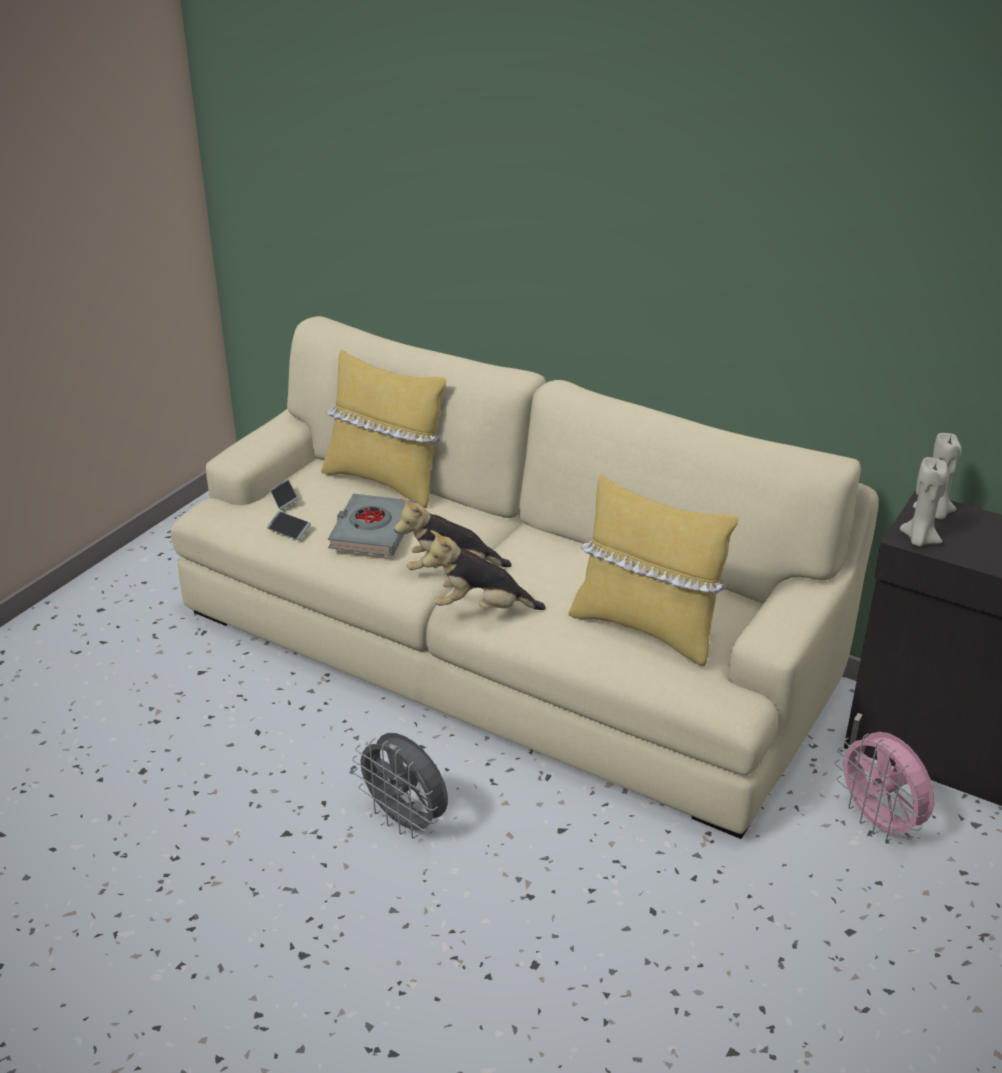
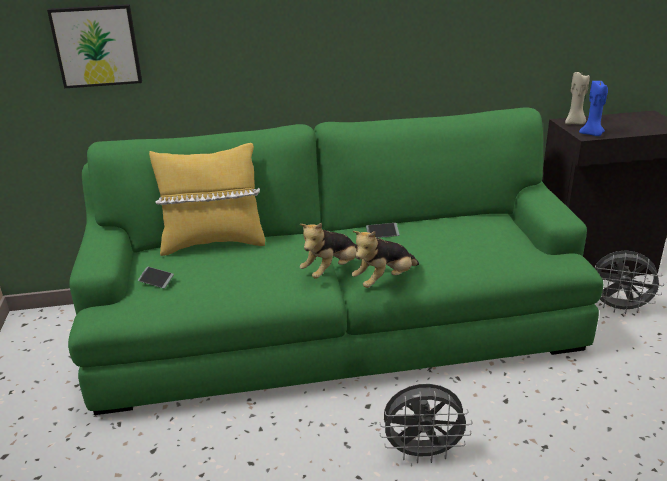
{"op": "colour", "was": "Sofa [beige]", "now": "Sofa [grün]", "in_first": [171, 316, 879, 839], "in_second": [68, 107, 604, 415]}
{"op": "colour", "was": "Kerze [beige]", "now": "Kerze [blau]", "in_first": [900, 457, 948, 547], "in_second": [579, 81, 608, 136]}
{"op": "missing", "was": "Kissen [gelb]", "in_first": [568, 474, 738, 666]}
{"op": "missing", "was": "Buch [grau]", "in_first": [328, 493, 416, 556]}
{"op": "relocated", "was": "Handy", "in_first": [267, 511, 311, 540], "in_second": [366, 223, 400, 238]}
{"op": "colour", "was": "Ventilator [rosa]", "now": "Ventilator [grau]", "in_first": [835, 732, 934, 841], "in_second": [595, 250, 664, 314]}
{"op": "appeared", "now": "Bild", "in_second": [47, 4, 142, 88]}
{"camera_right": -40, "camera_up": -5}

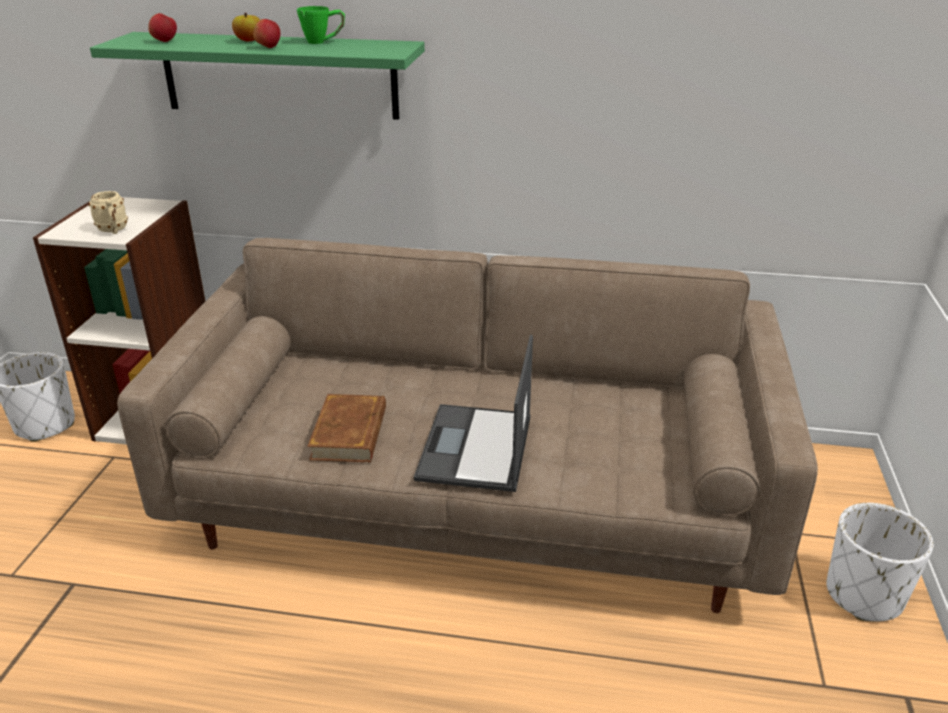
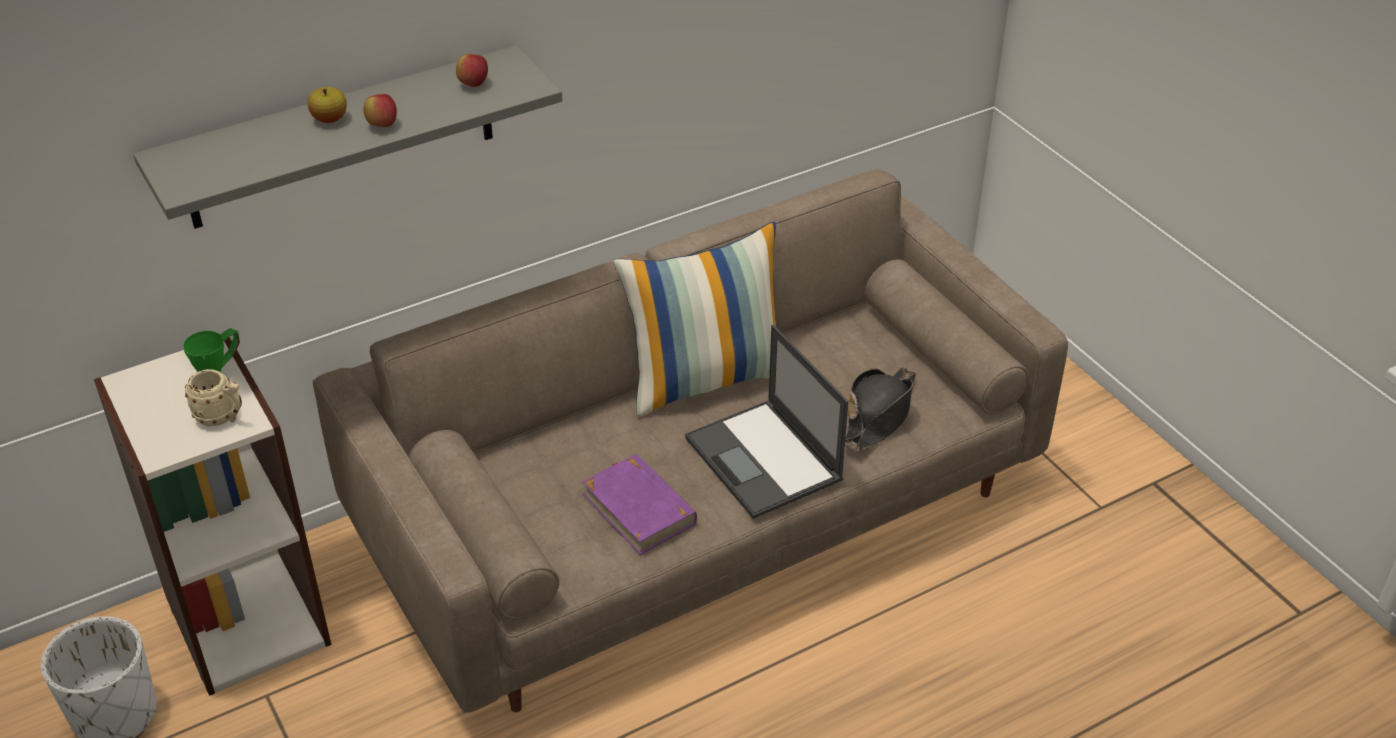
{"op": "relocated", "was": "Henkelbecher [grün]", "in_first": [297, 6, 345, 44], "in_second": [183, 328, 240, 372]}
{"op": "relocated", "was": "Apfel", "in_first": [148, 13, 177, 42], "in_second": [456, 54, 488, 87]}
{"op": "colour", "was": "Wandregal [grün]", "now": "Wandregal [grau]", "in_first": [90, 32, 425, 120], "in_second": [133, 46, 563, 229]}
{"op": "colour", "was": "Buch [braun]", "now": "Buch [lila]", "in_first": [307, 394, 386, 462], "in_second": [582, 454, 697, 555]}
{"op": "missing", "was": "Pflanzkübel [weiß]", "in_first": [826, 503, 933, 622]}
{"op": "appeared", "now": "Kissen", "in_second": [613, 222, 776, 416]}
{"op": "appeared", "now": "Hut [schwarz]", "in_second": [845, 367, 916, 451]}
{"camera_right": -40, "camera_up": 10}

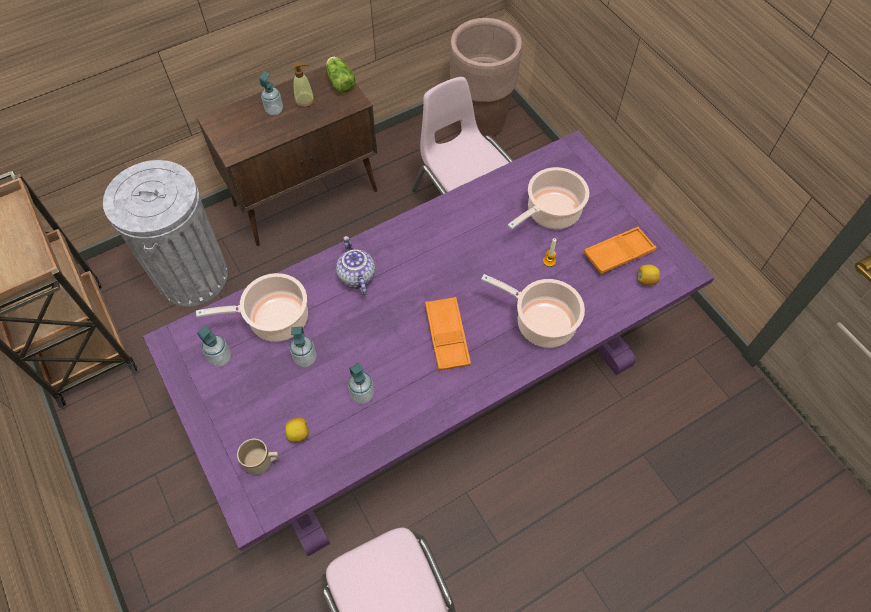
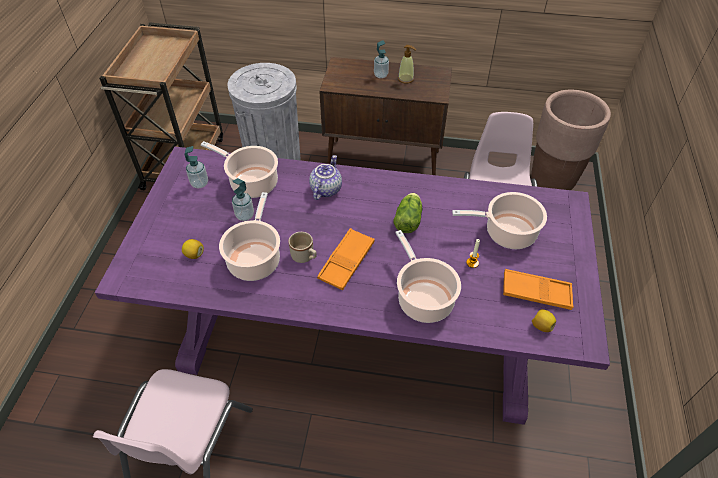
{"op": "relocated", "was": "Salatkopf", "in_first": [326, 57, 355, 93], "in_second": [393, 193, 422, 233]}
{"op": "exchanged", "was": "Seifenspender", "now": "Kochtopf", "in_first": [348, 363, 374, 404], "in_second": [219, 192, 280, 281]}
{"op": "relocated", "was": "Henkelbecher [beige]", "in_first": [237, 438, 279, 475], "in_second": [288, 232, 317, 263]}
{"camera_right": 40, "camera_up": -10}

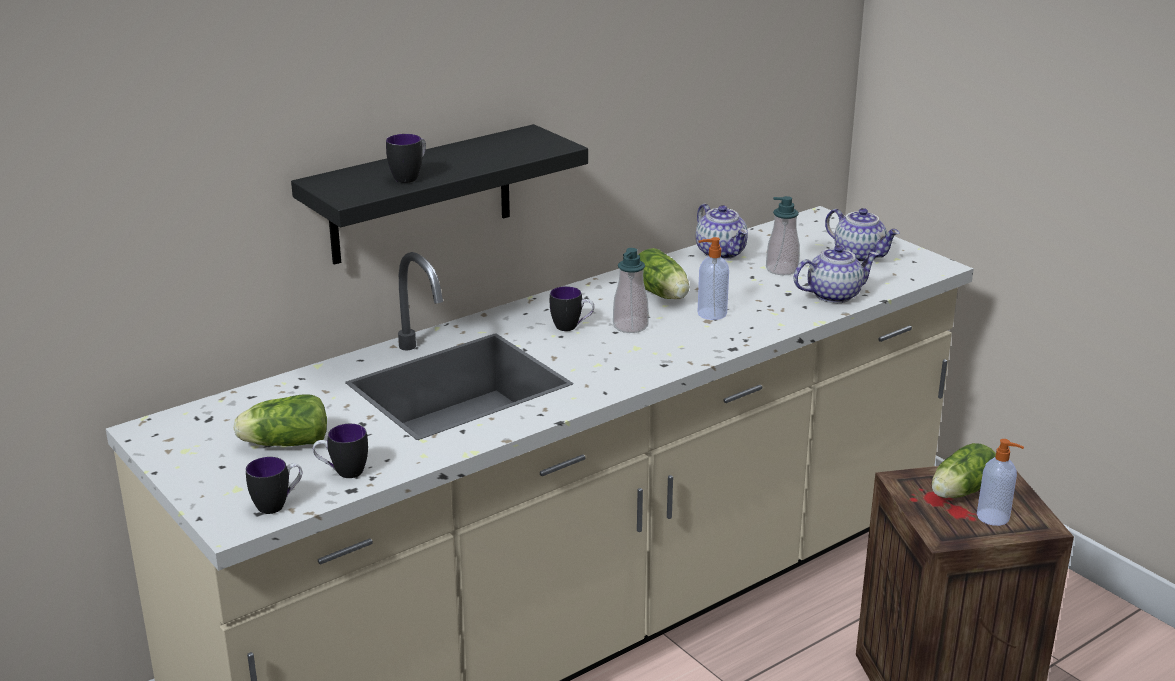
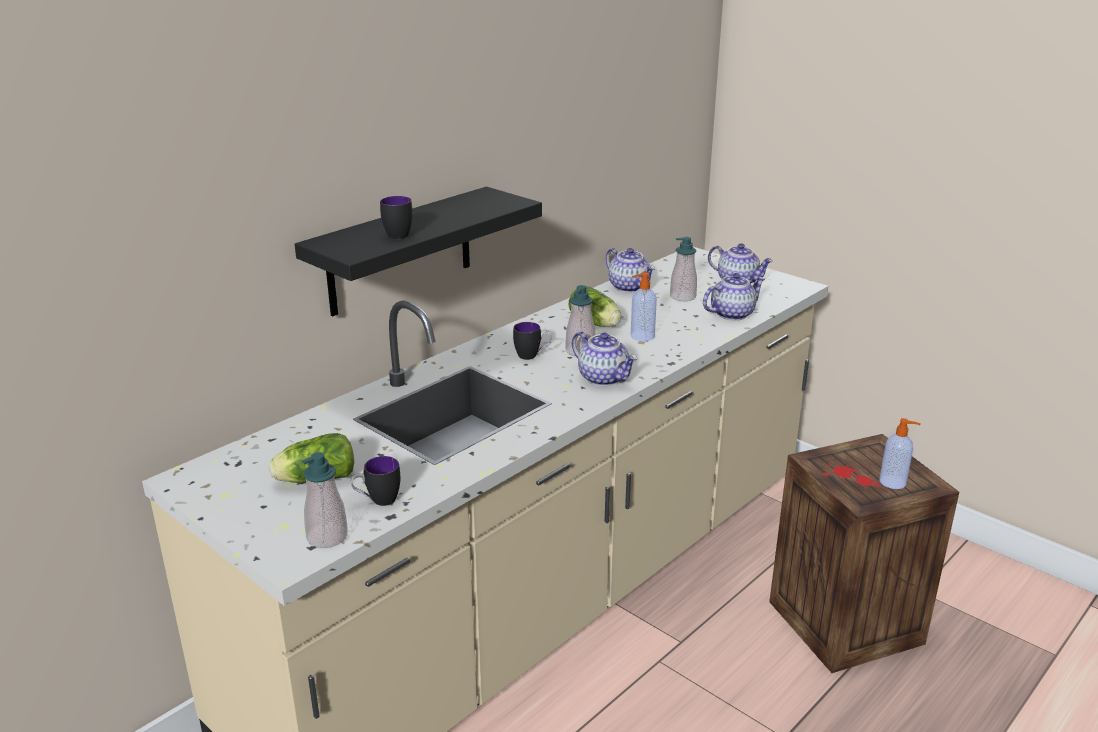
{"op": "missing", "was": "Salatkopf", "in_first": [932, 443, 996, 498]}
{"op": "exchanged", "was": "Henkelbecher", "now": "Seifenspender", "in_first": [246, 457, 302, 514], "in_second": [302, 452, 348, 548]}
{"op": "appeared", "now": "Teekanne", "in_second": [572, 331, 638, 386]}
{"camera_right": -10, "camera_up": 0}

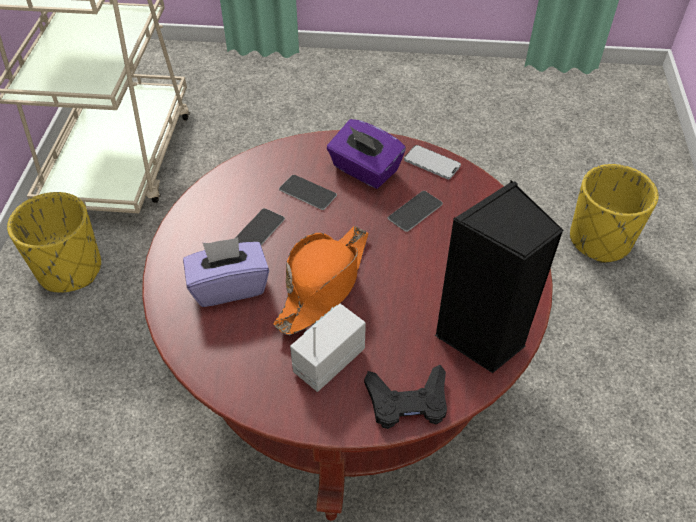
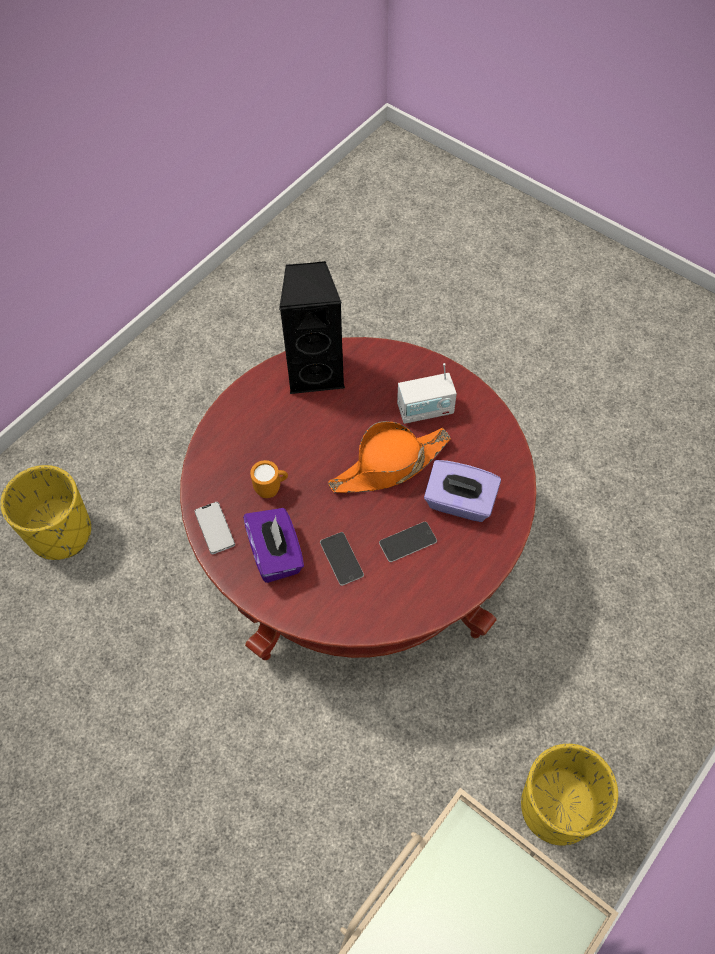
{"op": "exchanged", "was": "Handy", "now": "Henkelbecher [orange]", "in_first": [388, 191, 443, 232], "in_second": [250, 460, 288, 498]}
{"op": "missing", "was": "Gamepad [schwarz]", "in_first": [364, 365, 447, 429]}
{"camera_right": -145, "camera_up": 10}

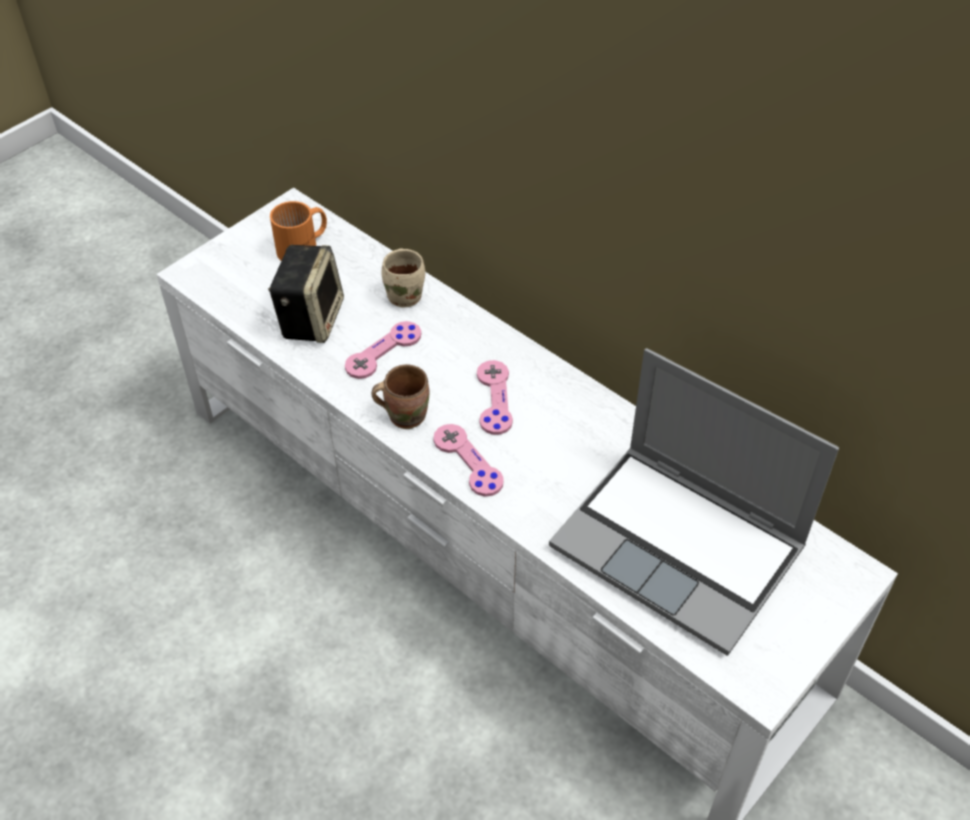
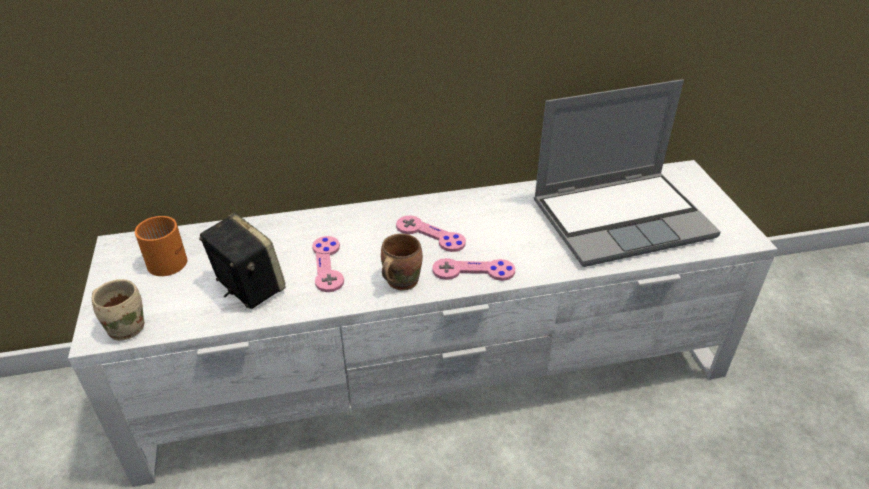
{"op": "relocated", "was": "Henkelbecher [beige]", "in_first": [382, 249, 425, 307], "in_second": [92, 279, 144, 340]}
{"camera_right": -55, "camera_up": -10}

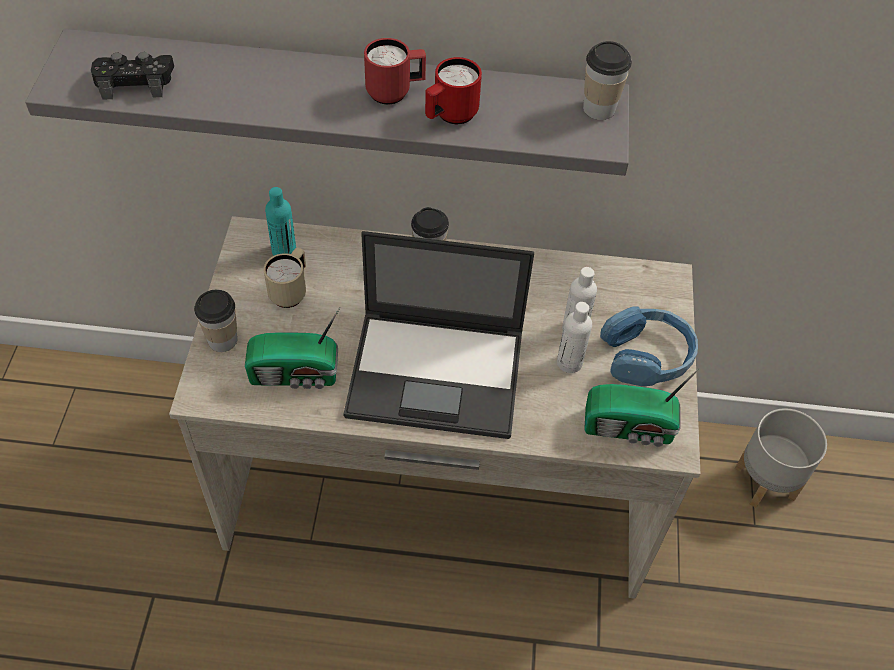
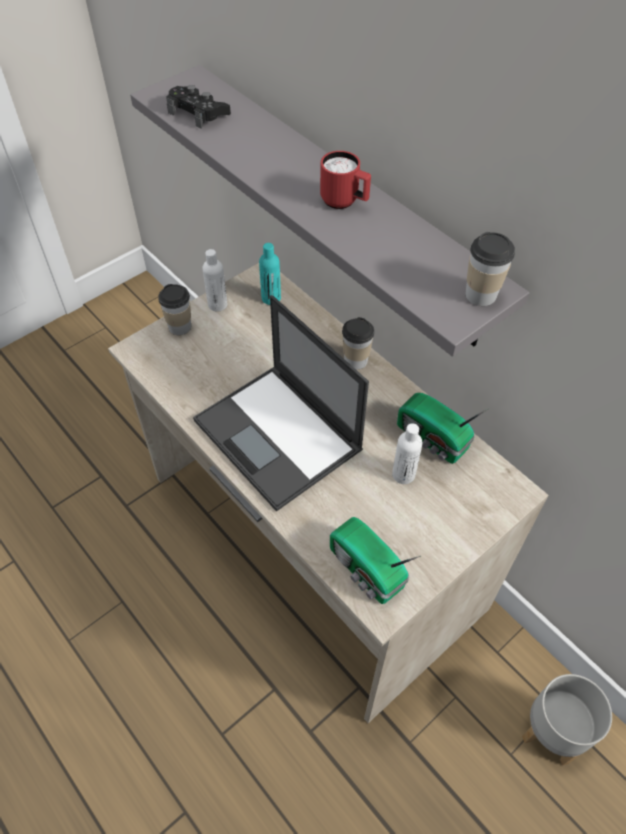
{"op": "missing", "was": "Henkelbecher [rot]", "in_first": [425, 57, 482, 124]}
{"op": "missing", "was": "Henkelbecher [beige]", "in_first": [264, 247, 306, 308]}
{"op": "relocated", "was": "Flasche [weiß]", "in_first": [557, 302, 592, 373], "in_second": [202, 249, 228, 312]}
{"op": "relocated", "was": "Radio", "in_first": [245, 307, 340, 389], "in_second": [397, 393, 489, 464]}
{"op": "missing", "was": "Kopfhörer [blau]", "in_first": [600, 307, 698, 386]}
{"camera_right": 45, "camera_up": 0}

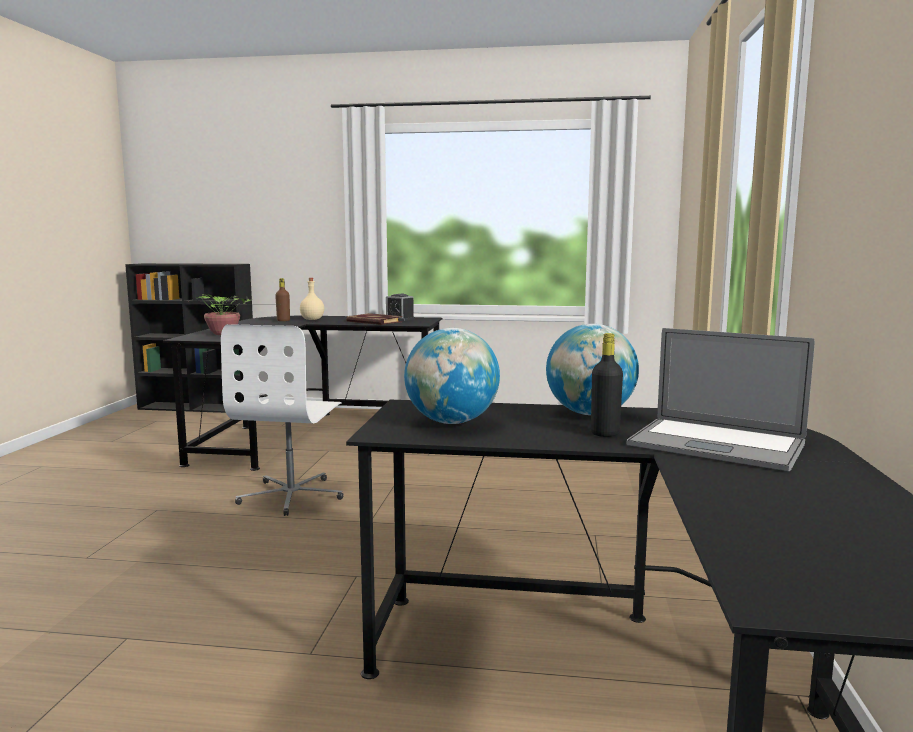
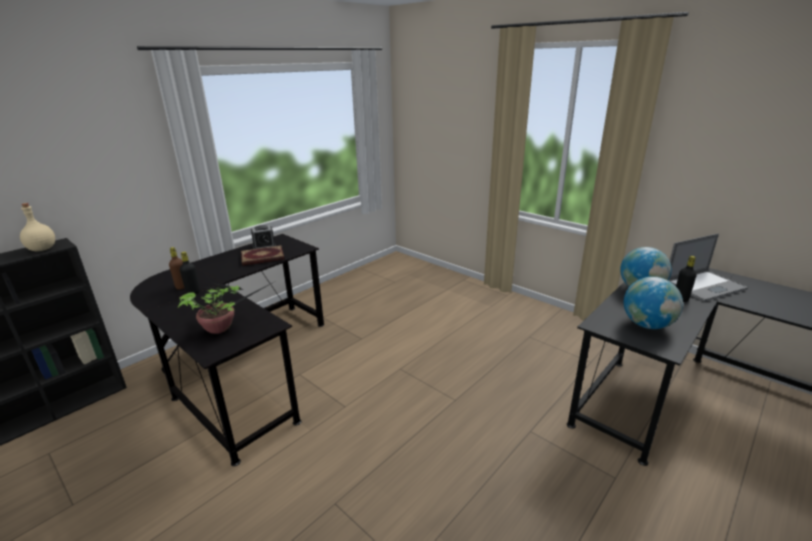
{"op": "relocated", "was": "Flasche [beige]", "in_first": [300, 278, 324, 320], "in_second": [20, 203, 55, 251]}
{"op": "missing", "was": "Bürostuhl [weiß]", "in_first": [221, 324, 344, 516]}
{"op": "appeared", "now": "Flasche [schwarz]", "in_second": [180, 252, 200, 294]}
{"camera_right": -55, "camera_up": 15}

